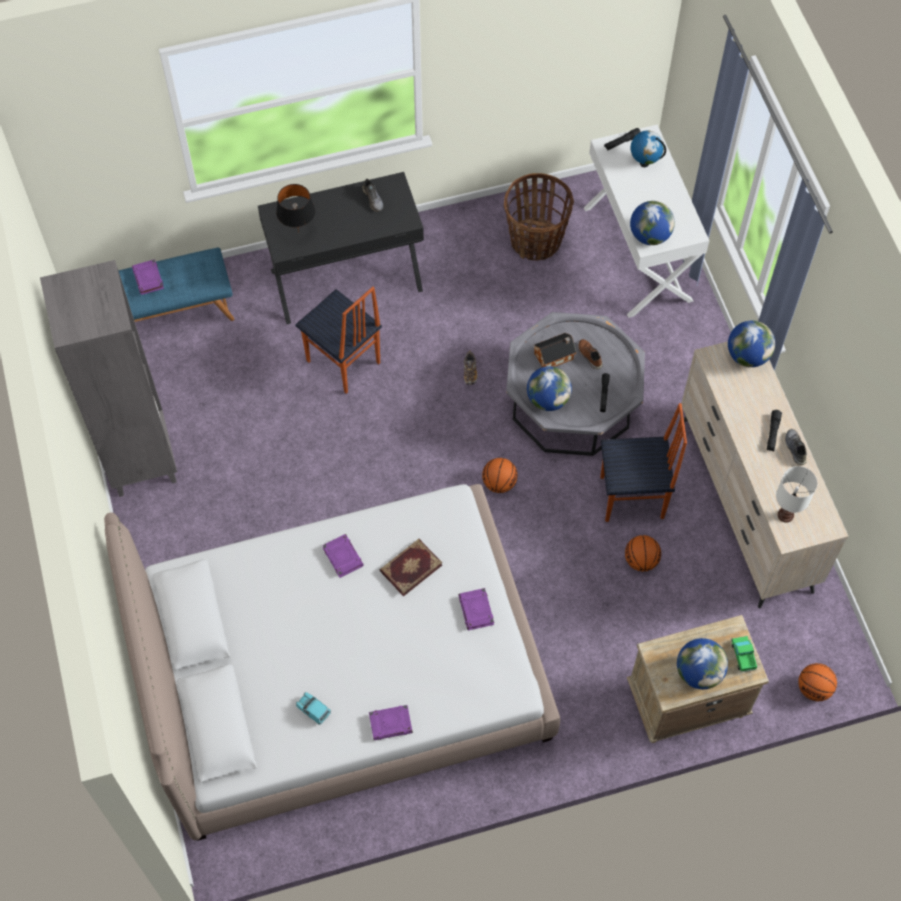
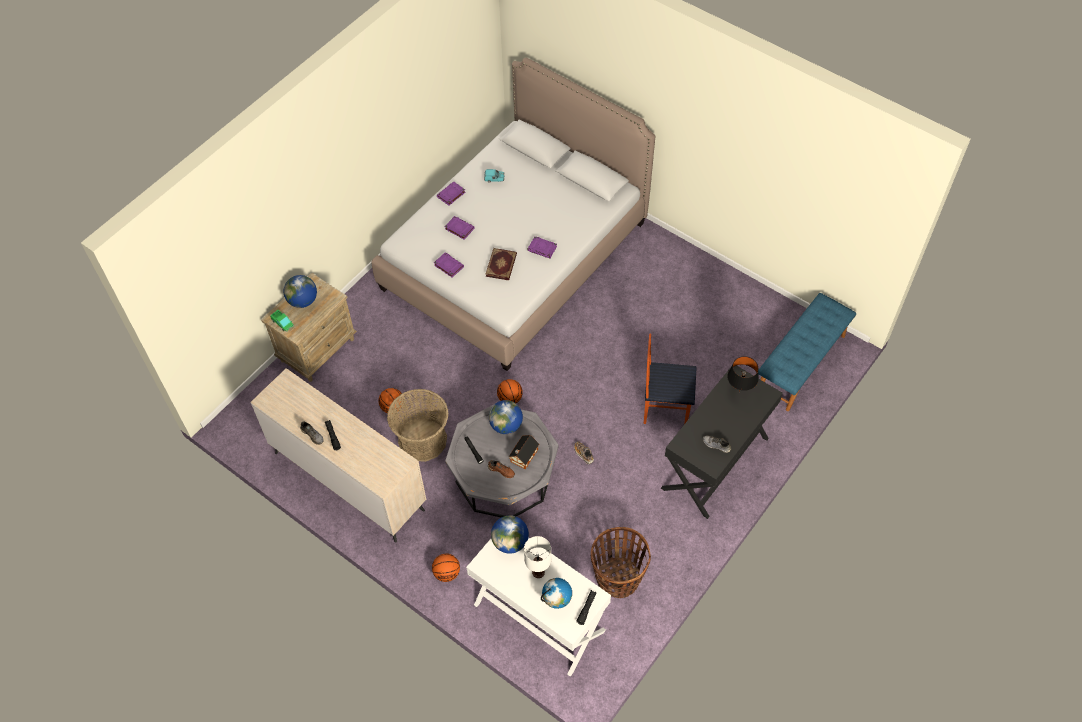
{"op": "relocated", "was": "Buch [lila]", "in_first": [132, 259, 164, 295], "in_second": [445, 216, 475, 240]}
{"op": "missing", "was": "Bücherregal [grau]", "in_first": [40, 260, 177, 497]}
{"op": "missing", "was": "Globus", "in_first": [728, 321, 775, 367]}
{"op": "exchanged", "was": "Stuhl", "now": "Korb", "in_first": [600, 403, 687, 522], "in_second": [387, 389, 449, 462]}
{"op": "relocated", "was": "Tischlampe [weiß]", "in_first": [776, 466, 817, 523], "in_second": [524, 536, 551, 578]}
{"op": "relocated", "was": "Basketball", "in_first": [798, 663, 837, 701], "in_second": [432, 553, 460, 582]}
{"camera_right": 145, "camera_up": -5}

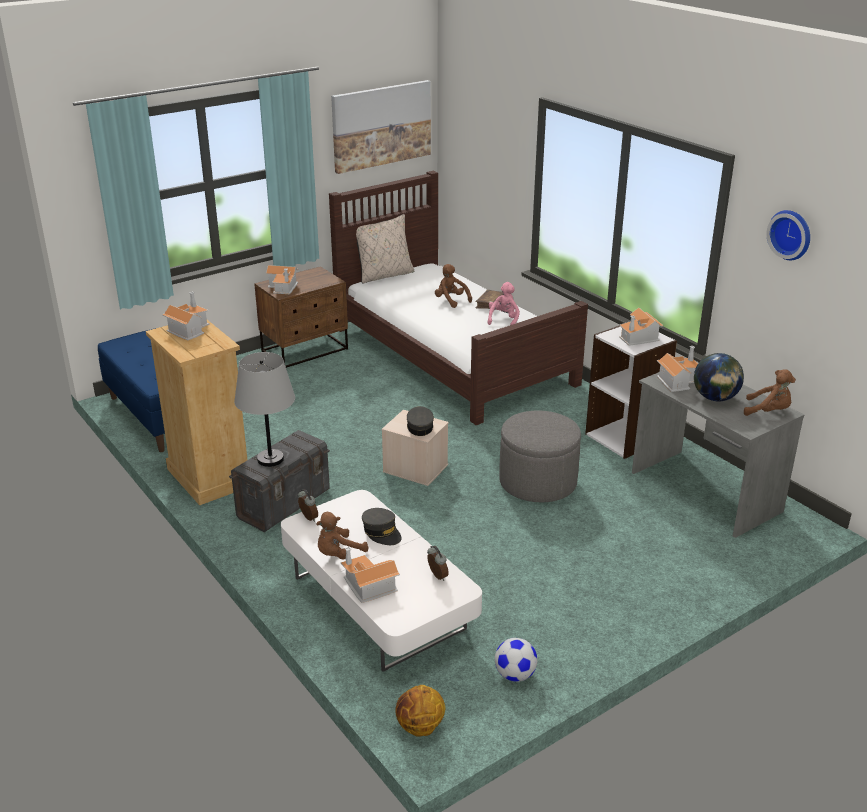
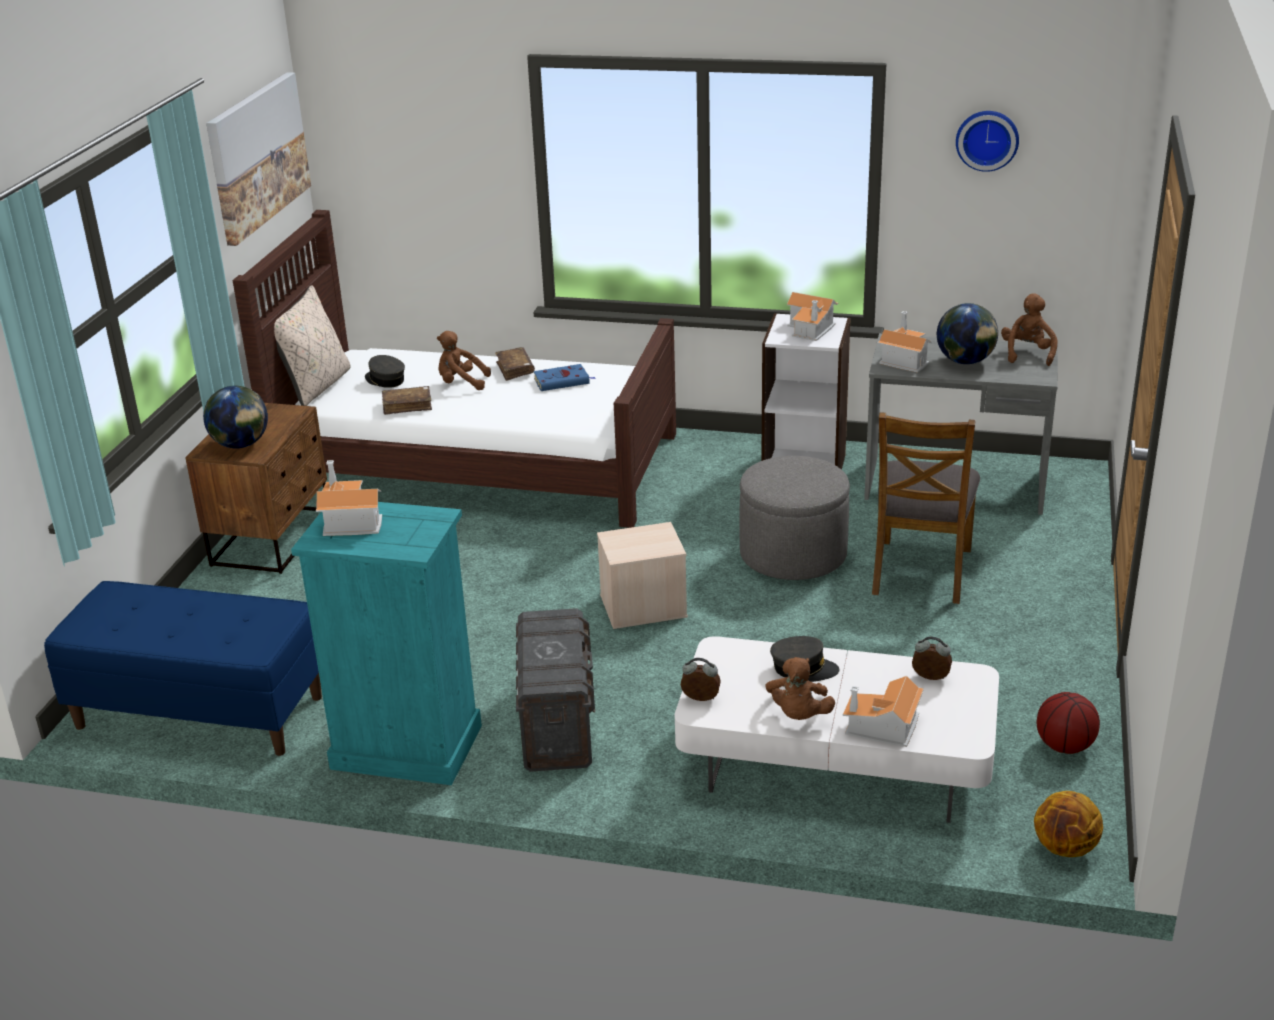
{"op": "exchanged", "was": "Spielzeughaus", "now": "Globus", "in_first": [266, 265, 299, 294], "in_second": [203, 385, 268, 449]}
{"op": "exchanged", "was": "Plüschtier [rosa]", "now": "Buch [blau]", "in_first": [487, 282, 520, 325], "in_second": [534, 364, 596, 391]}
{"op": "colour", "was": "Kommode [beige]", "now": "Kommode [türkis]", "in_first": [146, 320, 247, 505], "in_second": [291, 502, 482, 785]}
{"op": "missing", "was": "Tischlampe [grau]", "in_first": [234, 352, 295, 467]}
{"op": "spun", "was": "Plüschtier [braun]", "in_first": [744, 369, 796, 416], "in_second": [1001, 293, 1057, 366], "clockwise": -60}
{"op": "relocated", "was": "Kappe [grau]", "in_first": [407, 406, 434, 436], "in_second": [365, 355, 405, 388]}
{"op": "exchanged", "was": "Fußball", "now": "Basketball", "in_first": [495, 638, 537, 682], "in_second": [1037, 692, 1100, 754]}
{"op": "appeared", "now": "Buch [braun]", "in_second": [382, 386, 432, 415]}
{"op": "appeared", "now": "Stuhl [braun]", "in_second": [872, 412, 980, 604]}
{"camera_right": -40, "camera_up": 0}

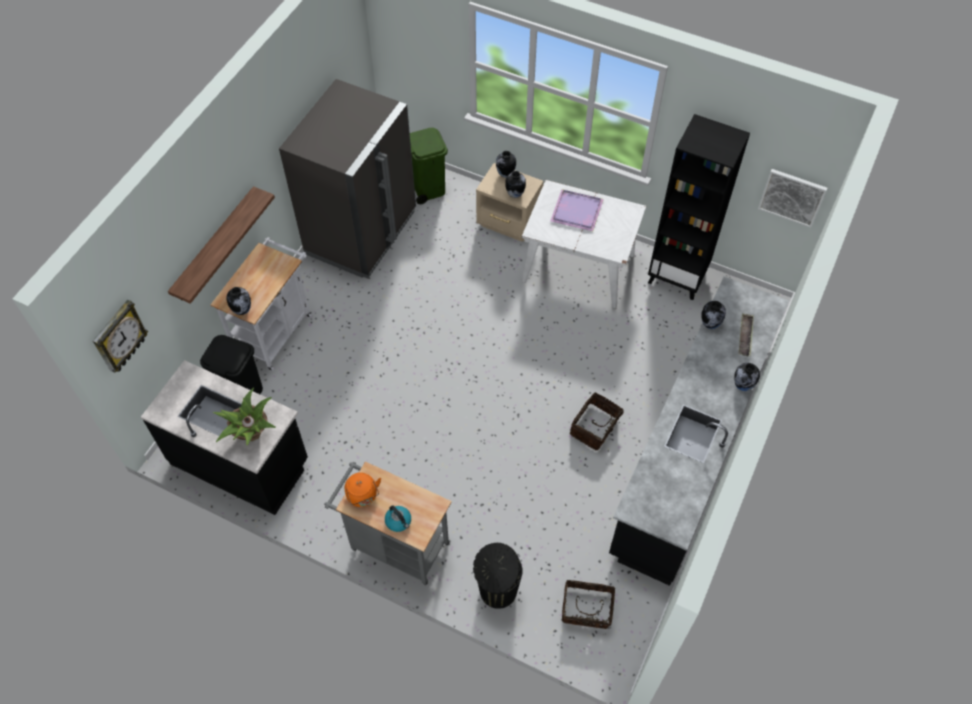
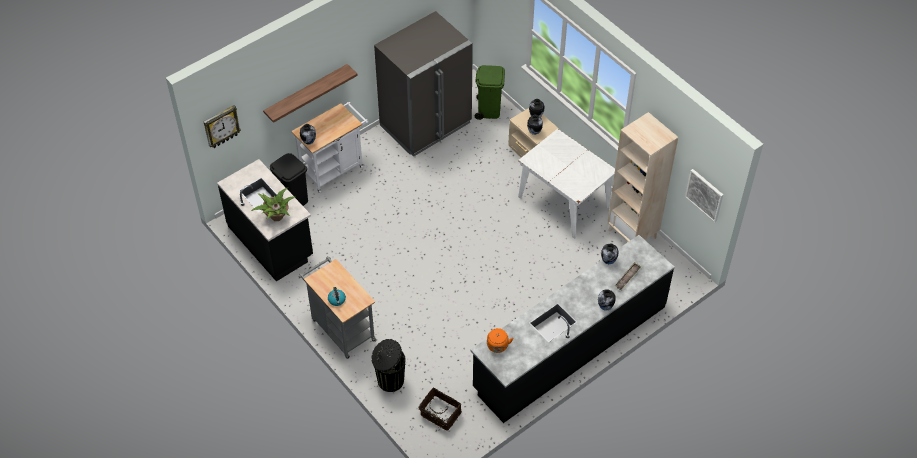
{"op": "colour", "was": "Bücherregal [schwarz]", "now": "Bücherregal [beige]", "in_first": [648, 114, 750, 300], "in_second": [607, 112, 678, 242]}
{"op": "missing", "was": "Tablett [lila]", "in_first": [550, 189, 604, 231]}
{"op": "missing", "was": "Korb", "in_first": [570, 392, 625, 450]}
{"op": "relocated", "was": "Wasserkessel [orange]", "in_first": [345, 472, 381, 507], "in_second": [487, 328, 513, 353]}
{"camera_right": 25, "camera_up": -5}

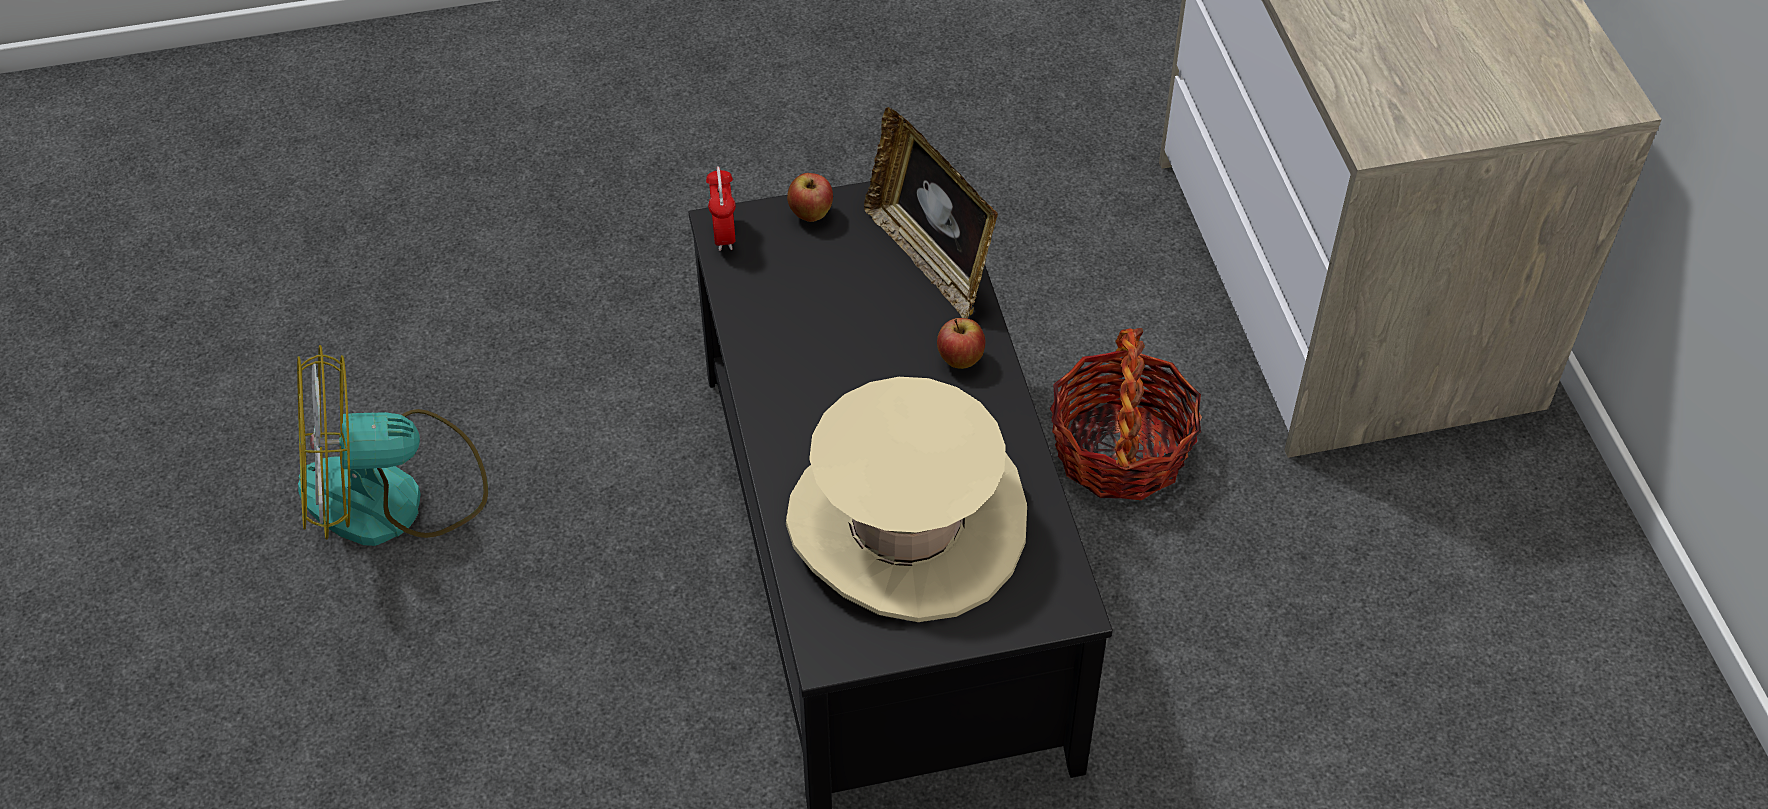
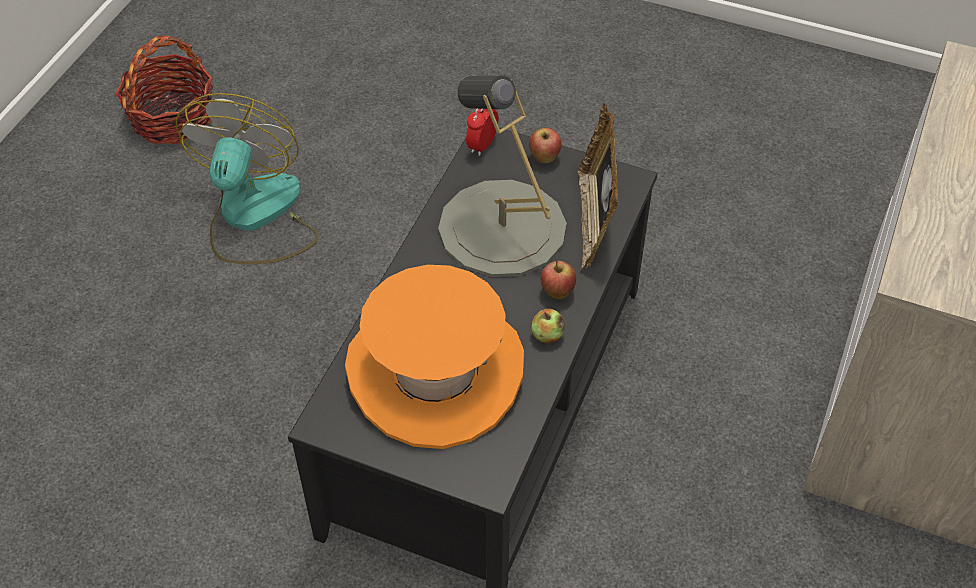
{"op": "relocated", "was": "Korb", "in_first": [1050, 328, 1202, 500], "in_second": [116, 35, 213, 144]}
{"op": "spun", "was": "Ventilator", "in_first": [297, 345, 488, 546], "in_second": [176, 93, 319, 264], "clockwise": 75}
{"op": "colour", "was": "Hut [beige]", "now": "Hut [orange]", "in_first": [786, 377, 1027, 622], "in_second": [345, 265, 524, 449]}
{"op": "appeared", "now": "Tischlampe [grau]", "in_second": [438, 76, 566, 277]}
{"op": "appeared", "now": "Apfel", "in_second": [531, 309, 565, 343]}
{"camera_right": 35, "camera_up": 0}

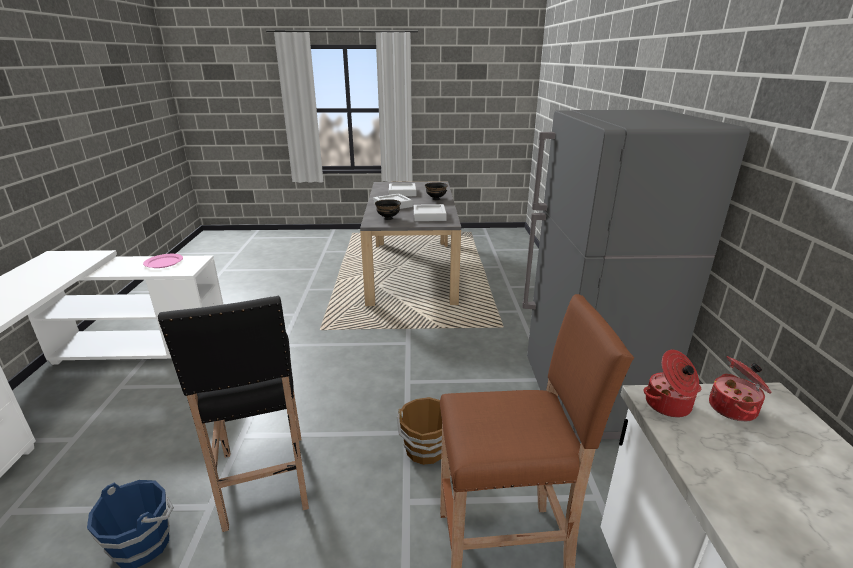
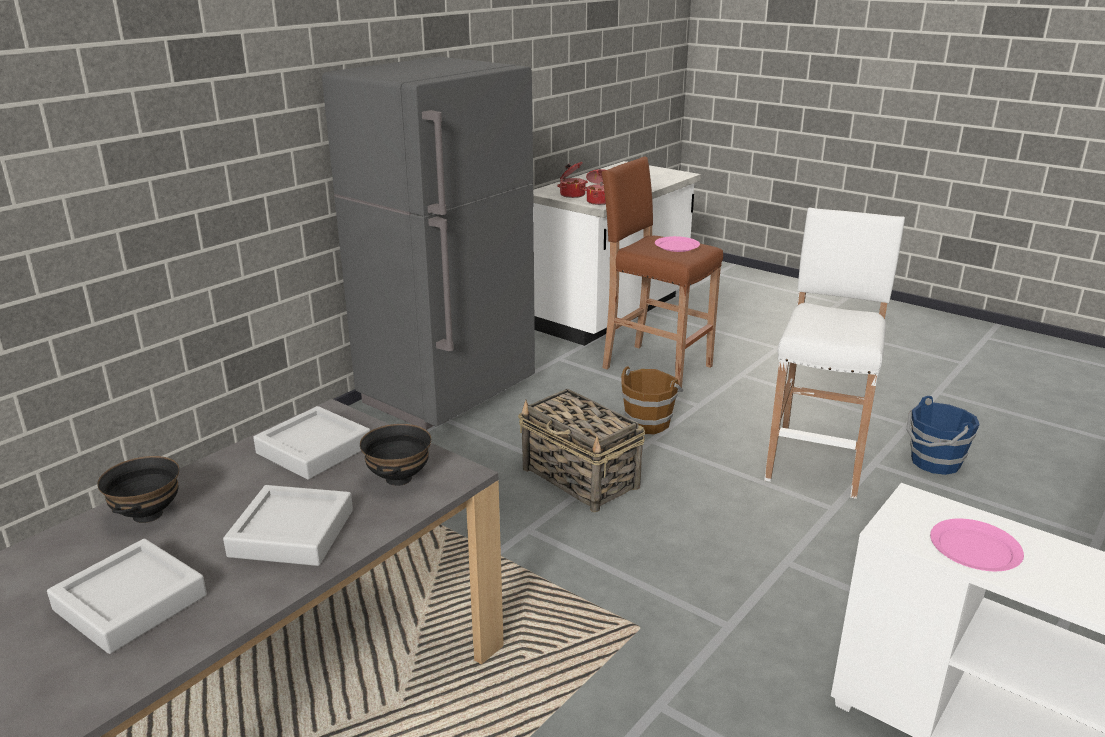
{"op": "colour", "was": "Hocker [schwarz]", "now": "Hocker [weiß]", "in_first": [158, 296, 309, 532], "in_second": [764, 208, 905, 499]}
{"op": "appeared", "now": "Teller [rosa]", "in_second": [655, 236, 700, 252]}
{"op": "appeared", "now": "Korb", "in_second": [518, 389, 645, 512]}
{"camera_right": -140, "camera_up": 0}

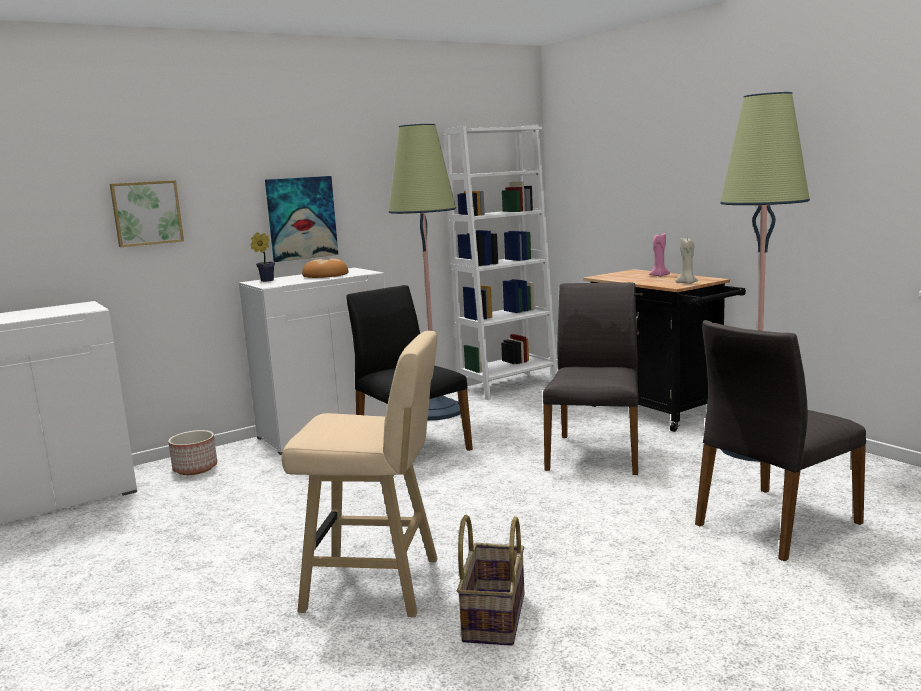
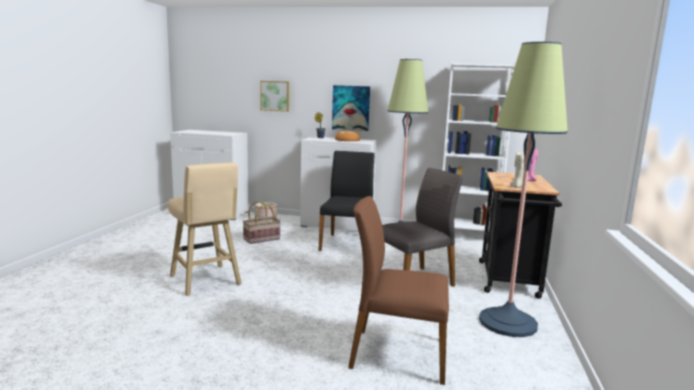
{"op": "colour", "was": "Stuhl [grau]", "now": "Stuhl [braun]", "in_first": [695, 320, 866, 562], "in_second": [348, 196, 449, 385]}
{"op": "relocated", "was": "Korb", "in_first": [457, 515, 525, 646], "in_second": [243, 201, 281, 244]}
{"camera_right": 45, "camera_up": 0}

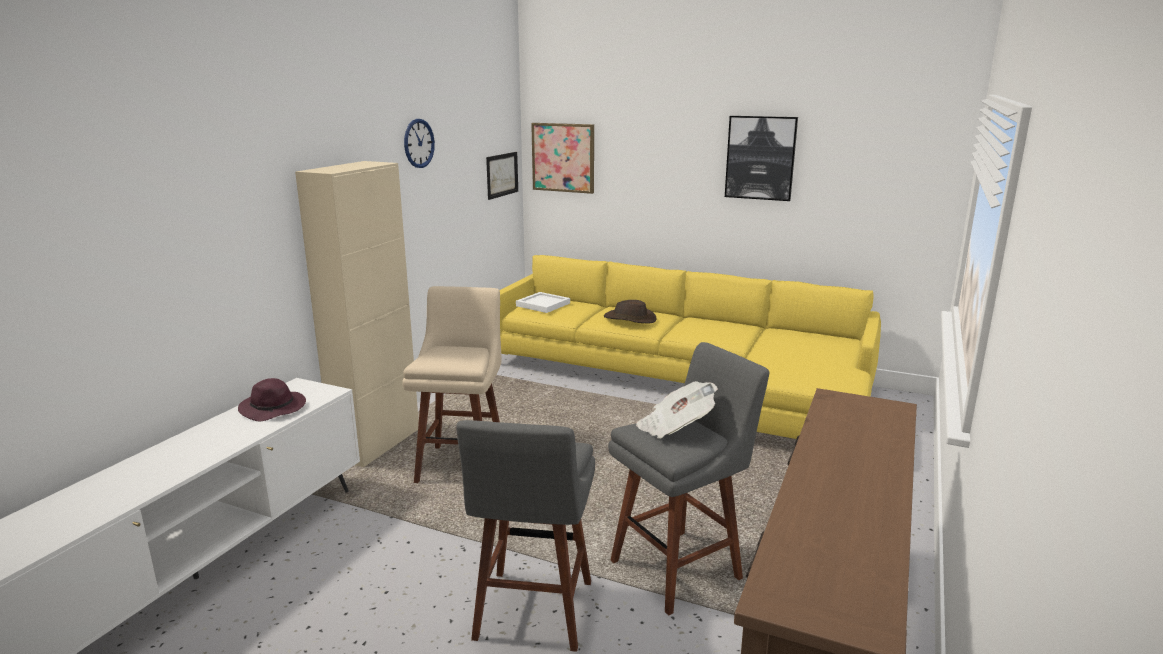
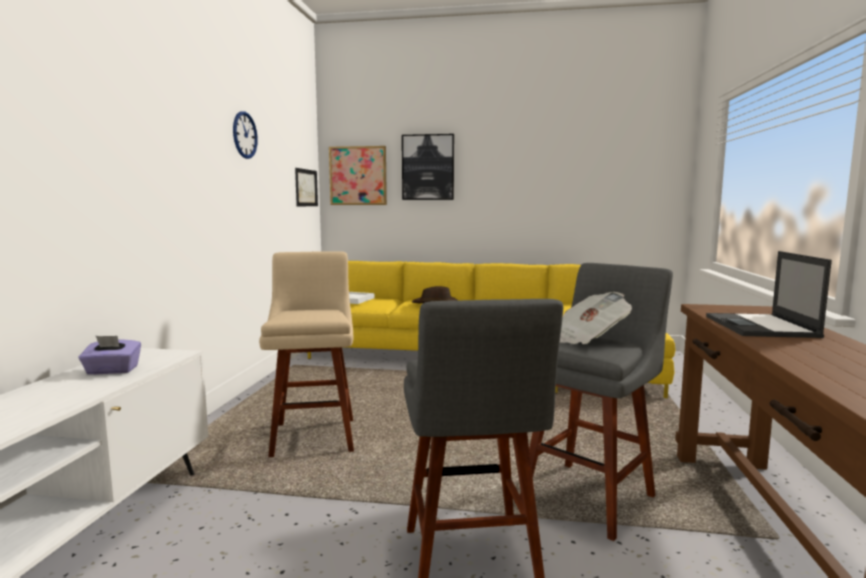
{"op": "relocated", "was": "Bild", "in_first": [725, 116, 798, 201], "in_second": [402, 134, 454, 200]}
{"op": "missing", "was": "Schrank [beige]", "in_first": [295, 161, 419, 467]}
{"op": "exchanged", "was": "Hut [lila]", "now": "Taschentuchbox [lila]", "in_first": [238, 378, 306, 421], "in_second": [79, 336, 141, 375]}
{"op": "appeared", "now": "Laptop", "in_second": [706, 251, 832, 338]}
{"camera_right": -15, "camera_up": -10}

